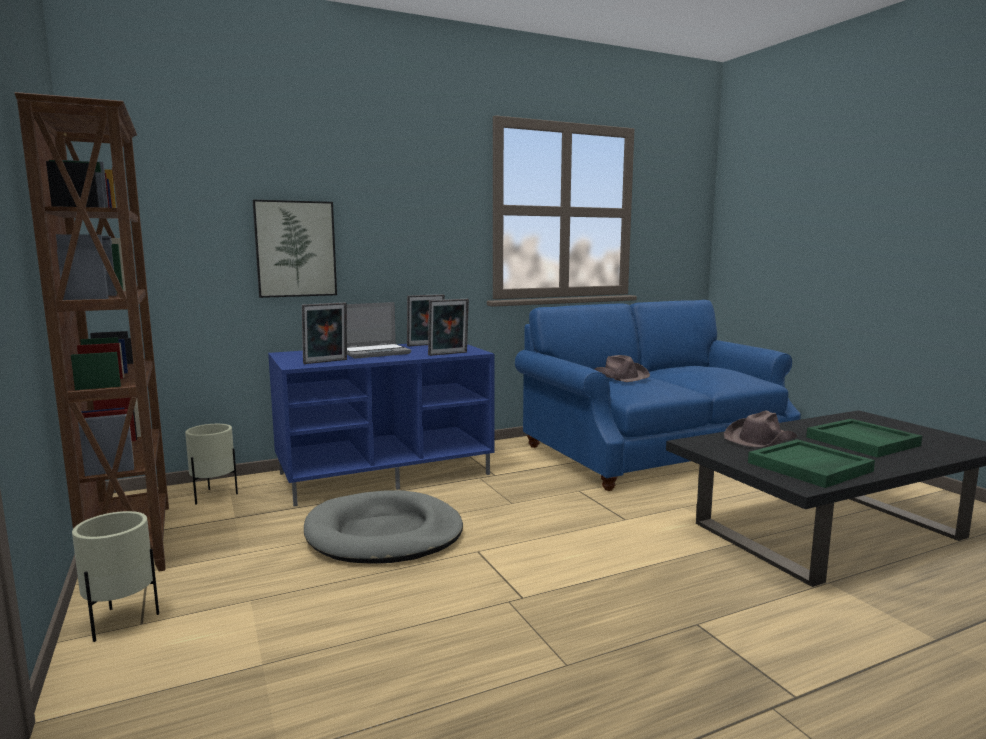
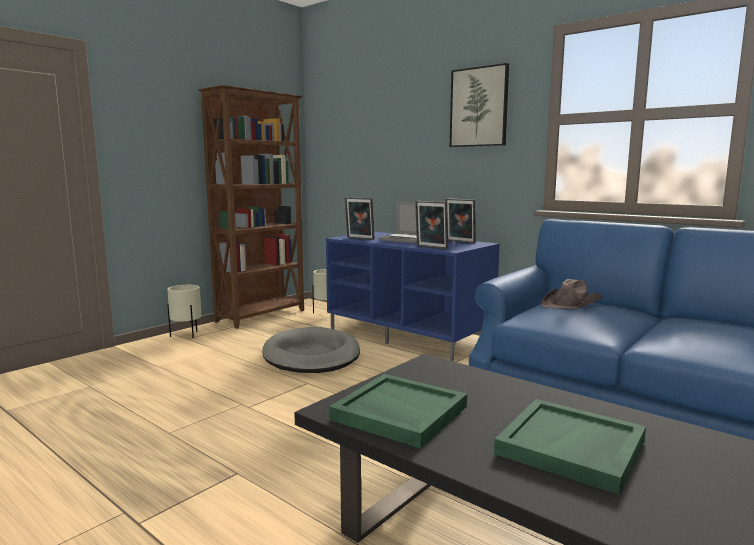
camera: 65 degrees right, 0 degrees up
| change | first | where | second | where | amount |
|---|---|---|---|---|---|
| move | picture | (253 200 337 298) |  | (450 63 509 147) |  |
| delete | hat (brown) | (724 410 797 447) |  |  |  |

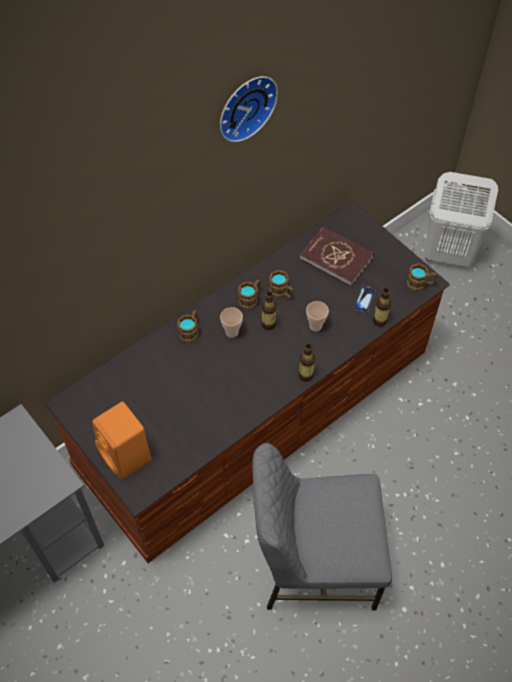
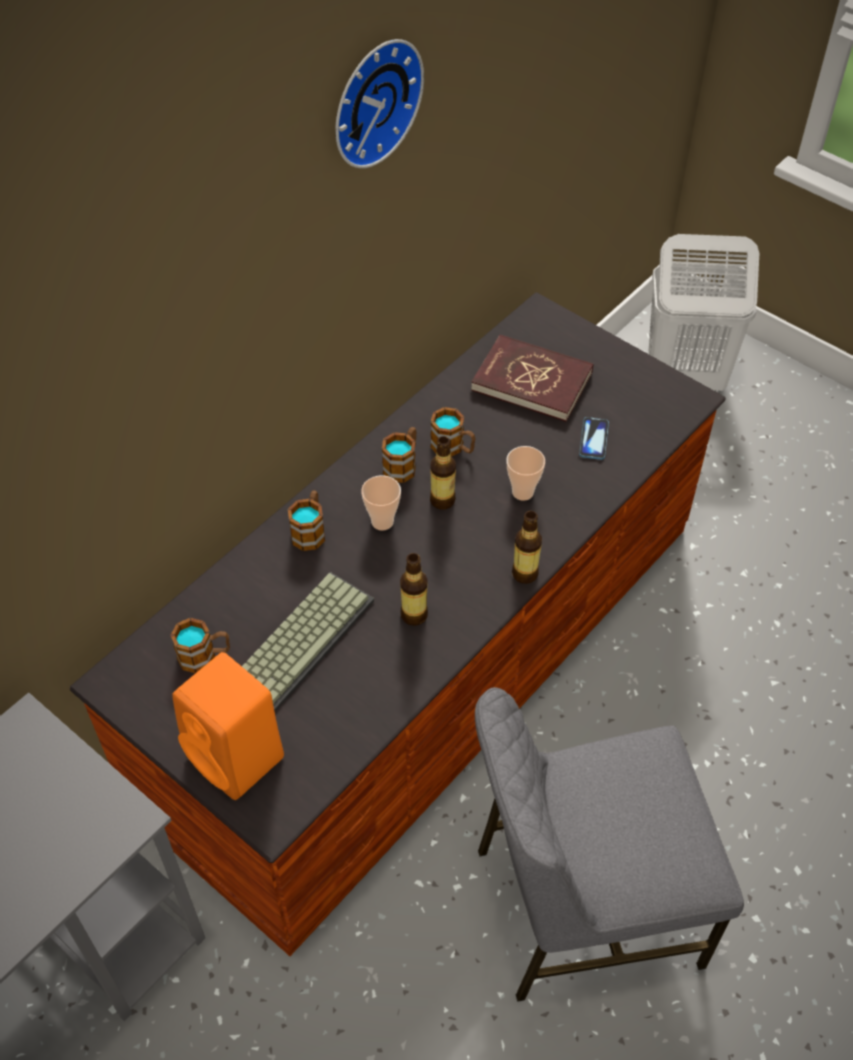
camera: 10 degrees left, 5 degrees down
| change | first | where | second | where | amount |
|---|---|---|---|---|---|
| move | mug | (406 263 437 292) |  | (170 618 230 673) |  |
| move | bottle | (373 288 391 327) |  | (400 553 428 626) |  |
| insert |  |  | keyboard | (242 572 374 712) |  |

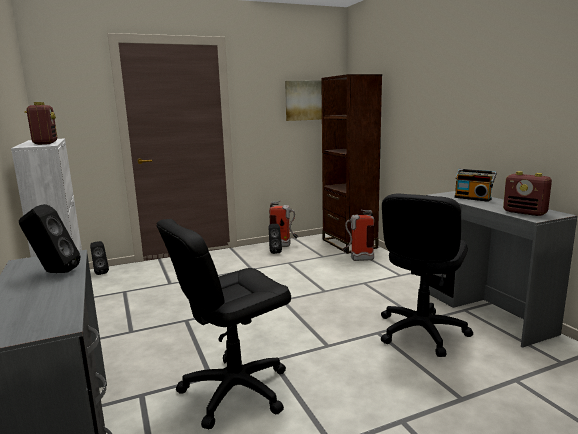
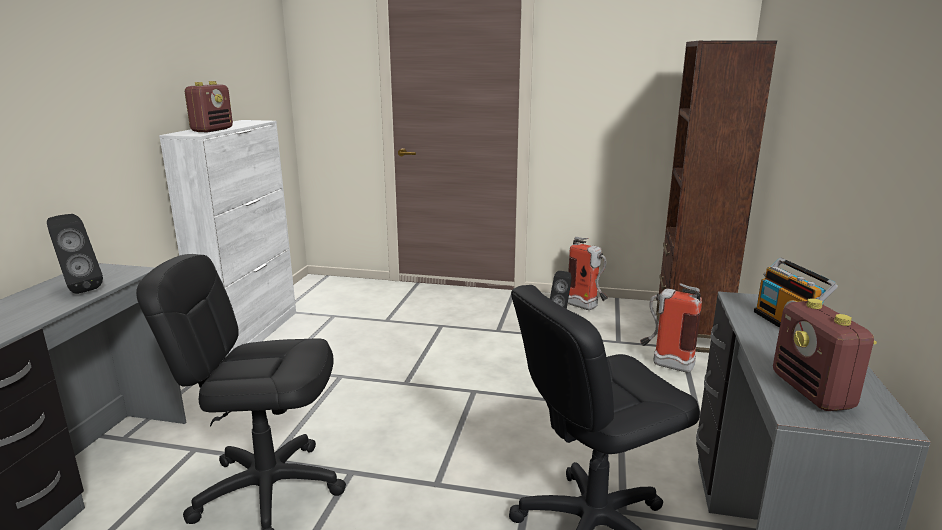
camera: 35 degrees right, 5 degrees up
| change | first | where | second | where | amount |
|---|---|---|---|---|---|
| delete | picture | (285 81 322 121) |  |  |  |
| delete | speaker (black) | (90 241 109 275) |  |  |  |

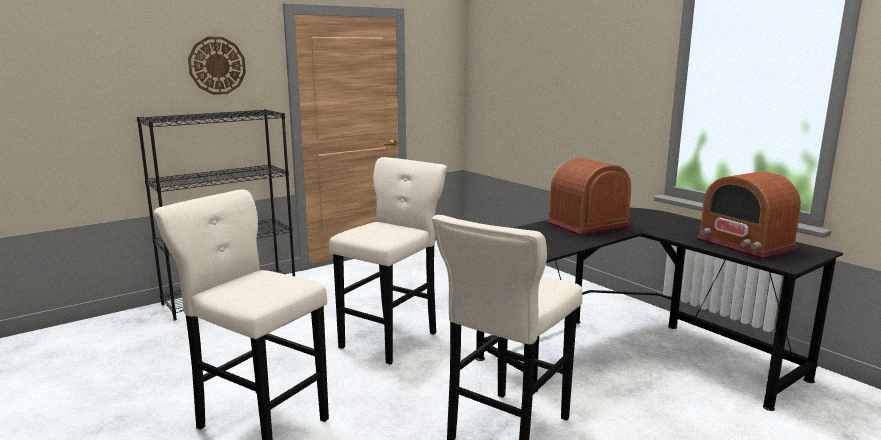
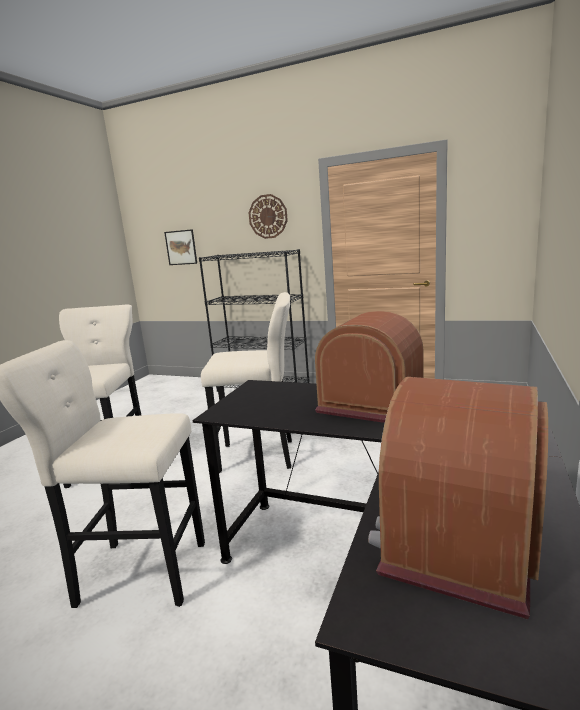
camera: 60 degrees right, 0 degrees up
| change | first | where | second | where | amount |
|---|---|---|---|---|---|
| insert |  |  | picture | (164 229 197 265) |  |

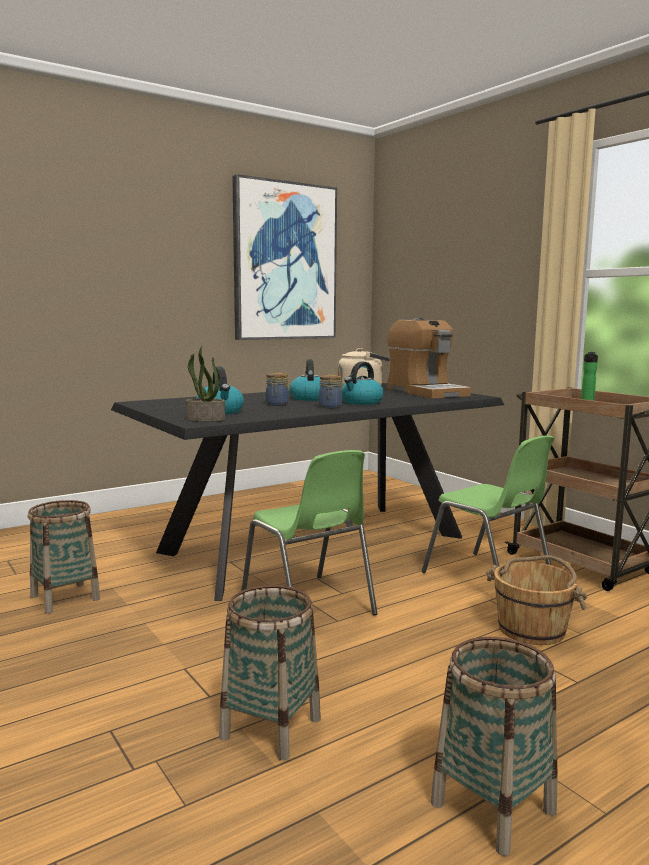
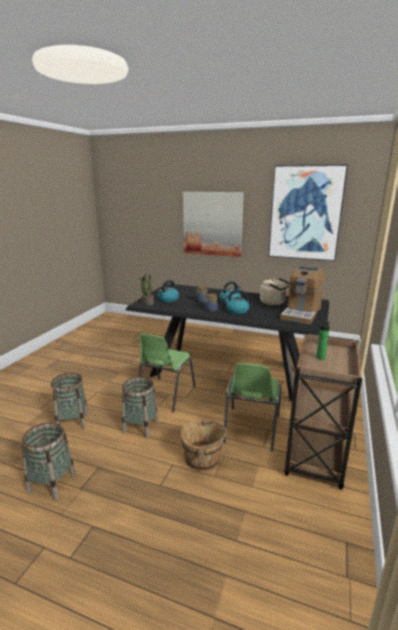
camera: 55 degrees right, 10 degrees up
| change | first | where | second | where | amount |
|---|---|---|---|---|---|
| move | basket | (28 500 100 614) |  | (122 377 158 438) |  |
| insert |  |  | picture | (183 192 244 257) |  |

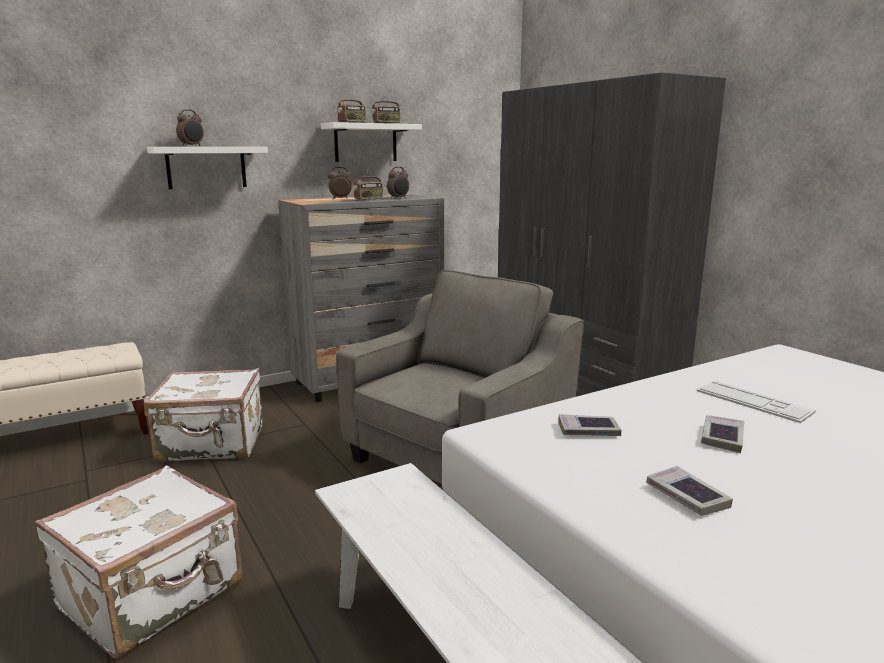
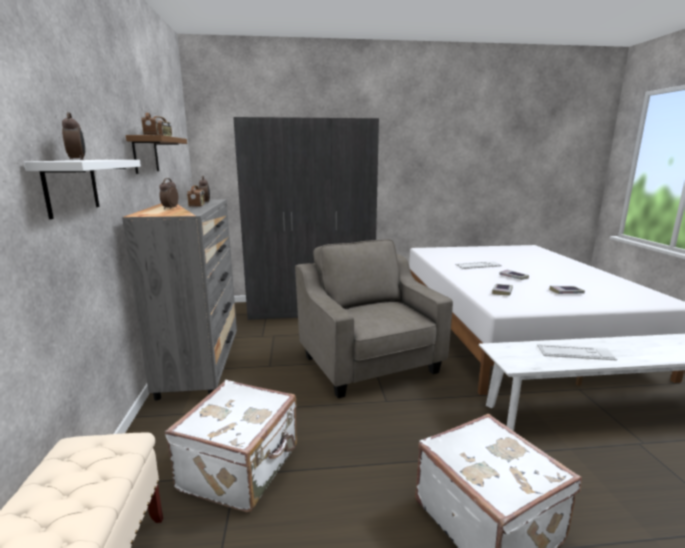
camera: 65 degrees left, 0 degrees up
| change | first | where | second | where | amount |
|---|---|---|---|---|---|
| recolor | shelf (white) | (321 122 422 162) | shelf (brown) | (126 135 187 174) |  |
| insert |  |  | keyboard | (537 344 617 361) |  |

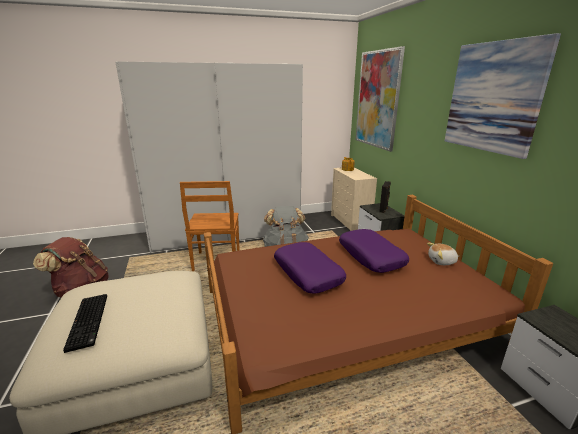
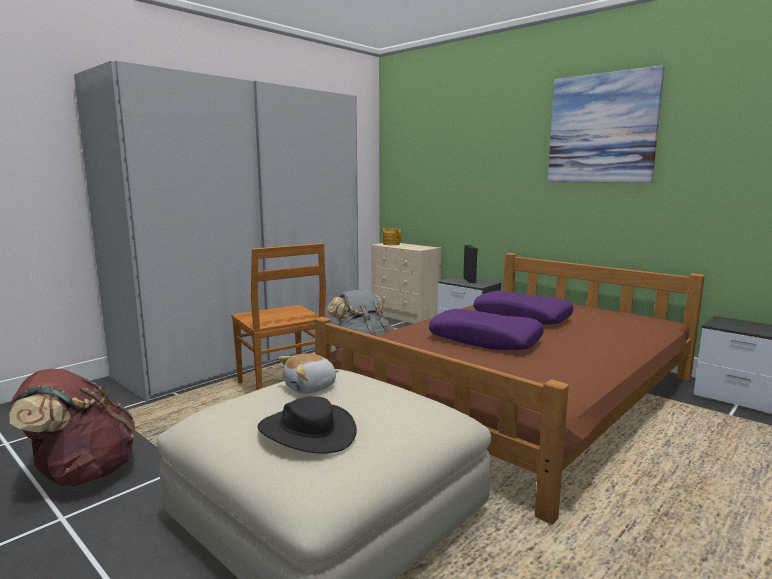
camera: 30 degrees left, 10 degrees down
| change | first | where | second | where | amount |
|---|---|---|---|---|---|
| delete | picture | (356 46 405 152) |  |  |  |
| move | plush toy | (427 243 459 265) |  | (278 353 339 394) |  |
| replace | keyboard | (63 294 107 353) | hat (black) | (257 396 357 454) |  |

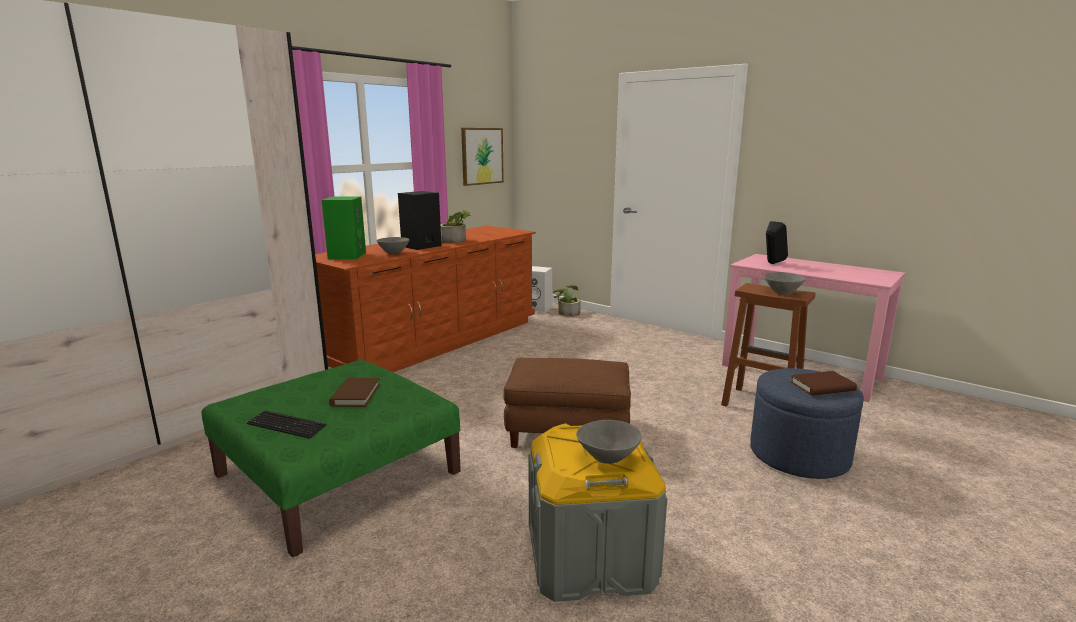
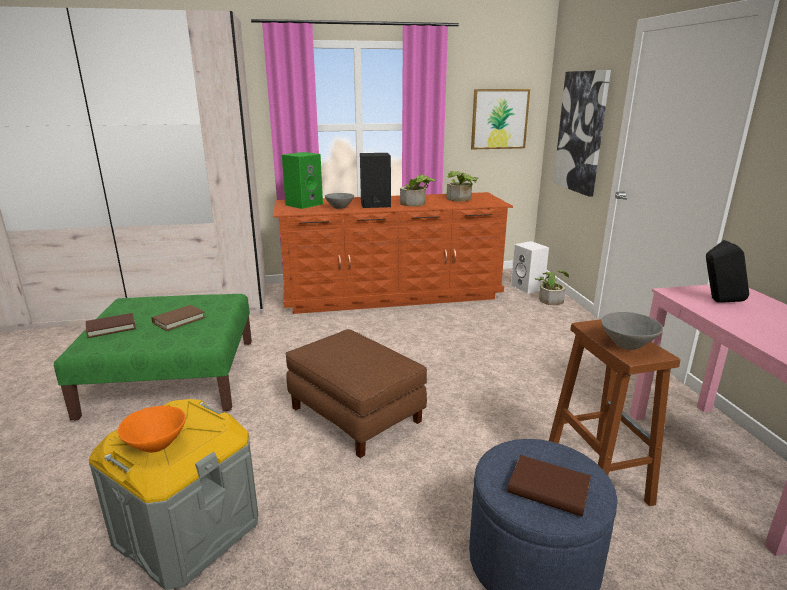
camera: 40 degrees right, 5 degrees up
| change | first | where | second | where | amount |
|---|---|---|---|---|---|
| replace | keyboard | (247 411 327 439) | book (brown) | (86 313 136 338) |  |
| recolor | bowl (grey) | (576 420 642 464) | bowl (orange) | (118 406 186 453) |  |
| insert |  |  | picture | (553 70 611 197) |  |
| insert |  |  | potted plant | (446 171 479 202) |  |

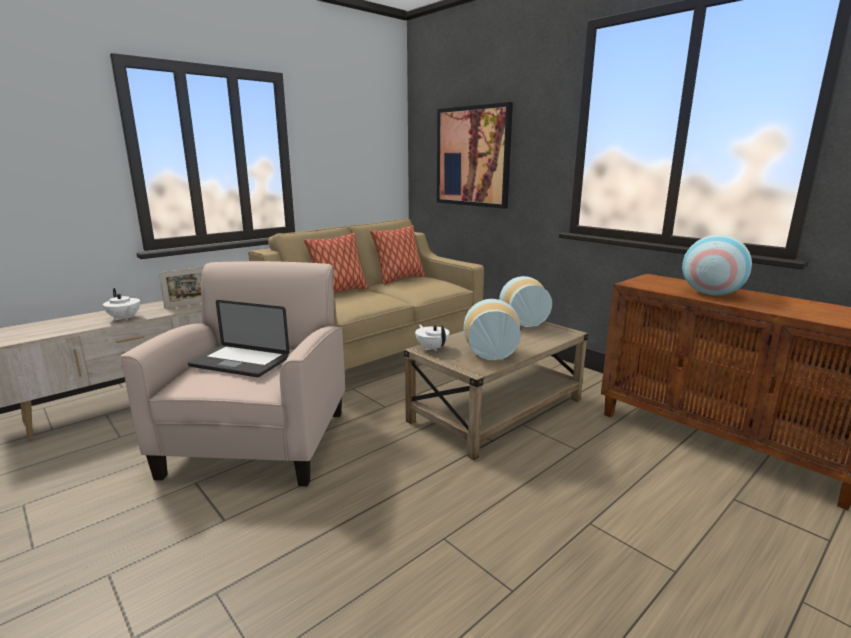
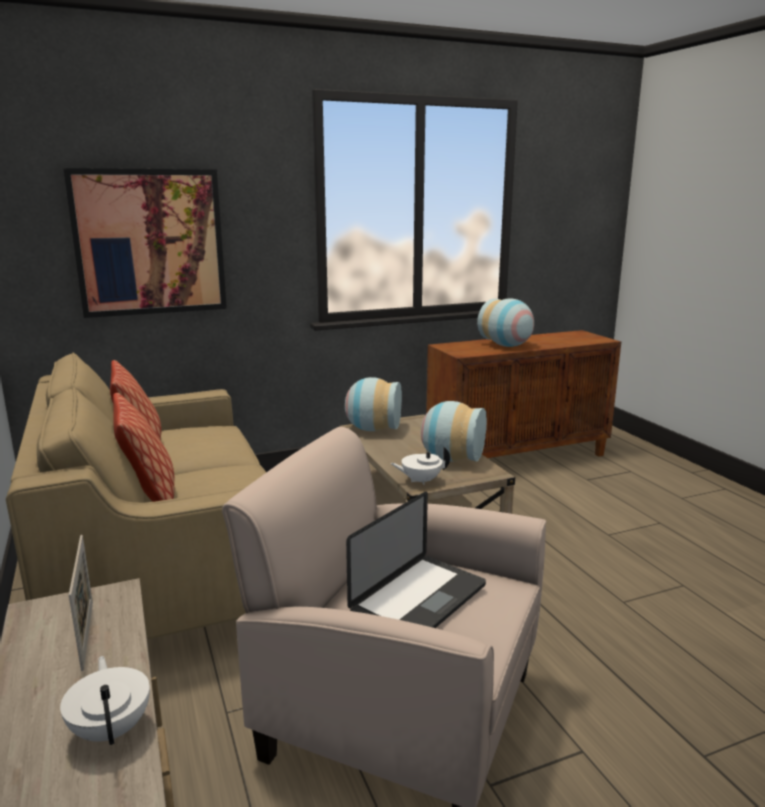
camera: 70 degrees left, 0 degrees up
| change | first | where | second | where | amount |
|---|---|---|---|---|---|
| rotate | teapot (white) | (103 288 140 320) |  | (60 656 150 745) | 90 degrees counterclockwise |

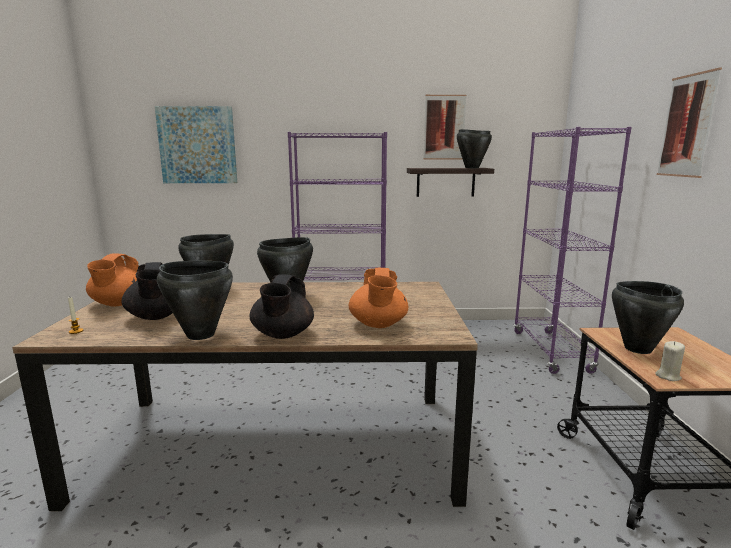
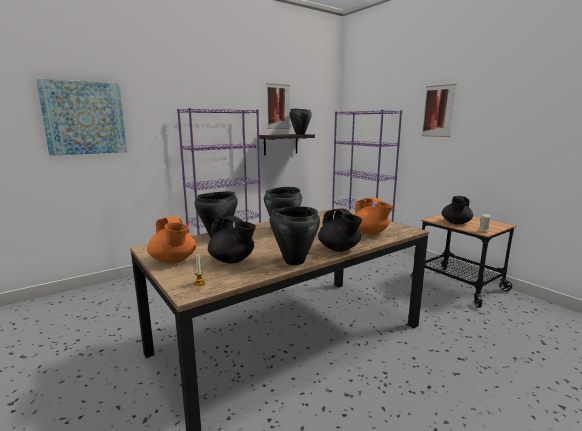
camera: 35 degrees left, 0 degrees up
| change | first | where | second | where | amount |
|---|---|---|---|---|---|
| replace | cooking pot (black) | (612 281 684 354) | teapot (black) | (442 196 473 225) |  |

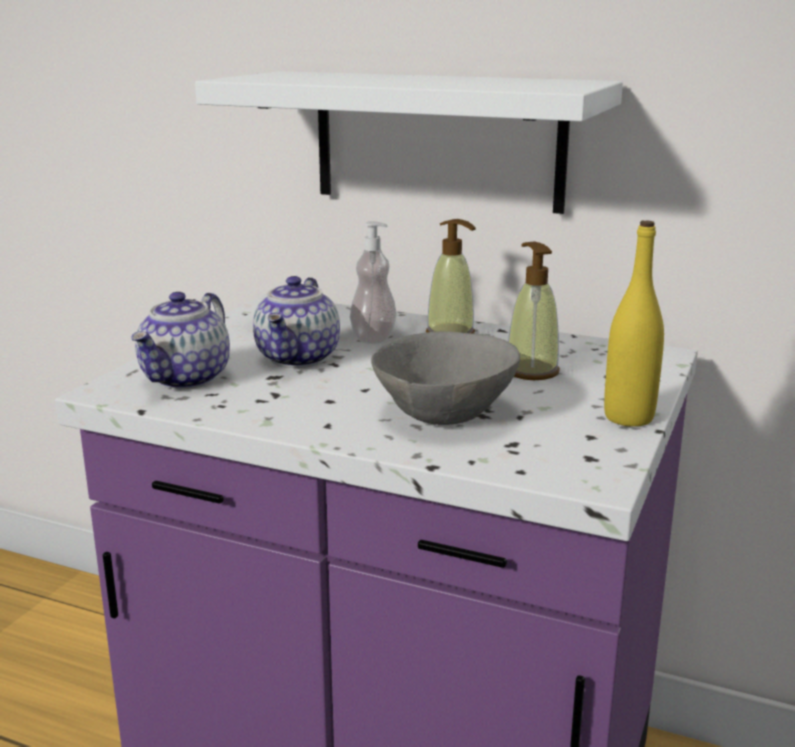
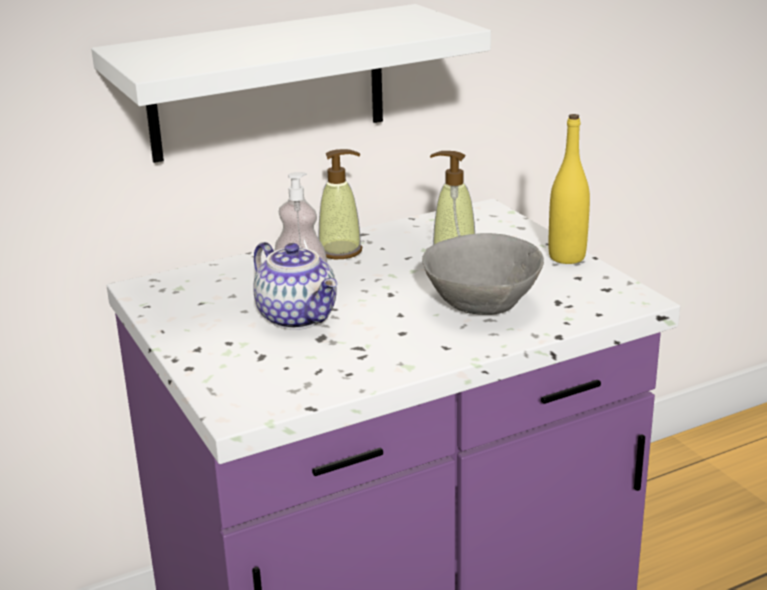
camera: 50 degrees left, 5 degrees up
| change | first | where | second | where | amount |
|---|---|---|---|---|---|
| delete | teapot | (131 292 230 389) |  |  |  |

